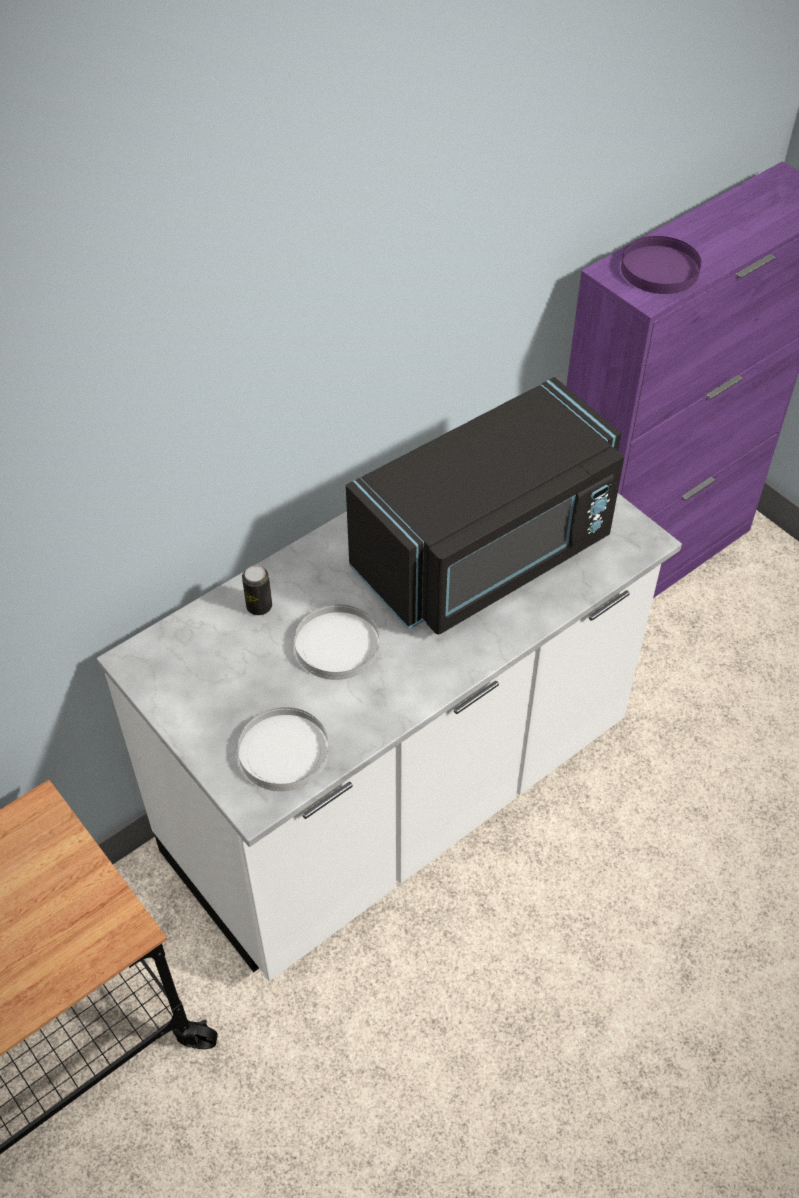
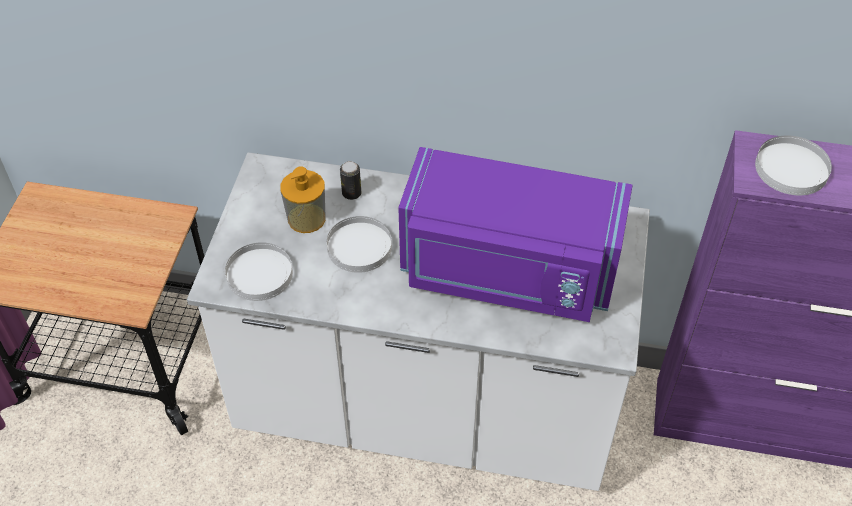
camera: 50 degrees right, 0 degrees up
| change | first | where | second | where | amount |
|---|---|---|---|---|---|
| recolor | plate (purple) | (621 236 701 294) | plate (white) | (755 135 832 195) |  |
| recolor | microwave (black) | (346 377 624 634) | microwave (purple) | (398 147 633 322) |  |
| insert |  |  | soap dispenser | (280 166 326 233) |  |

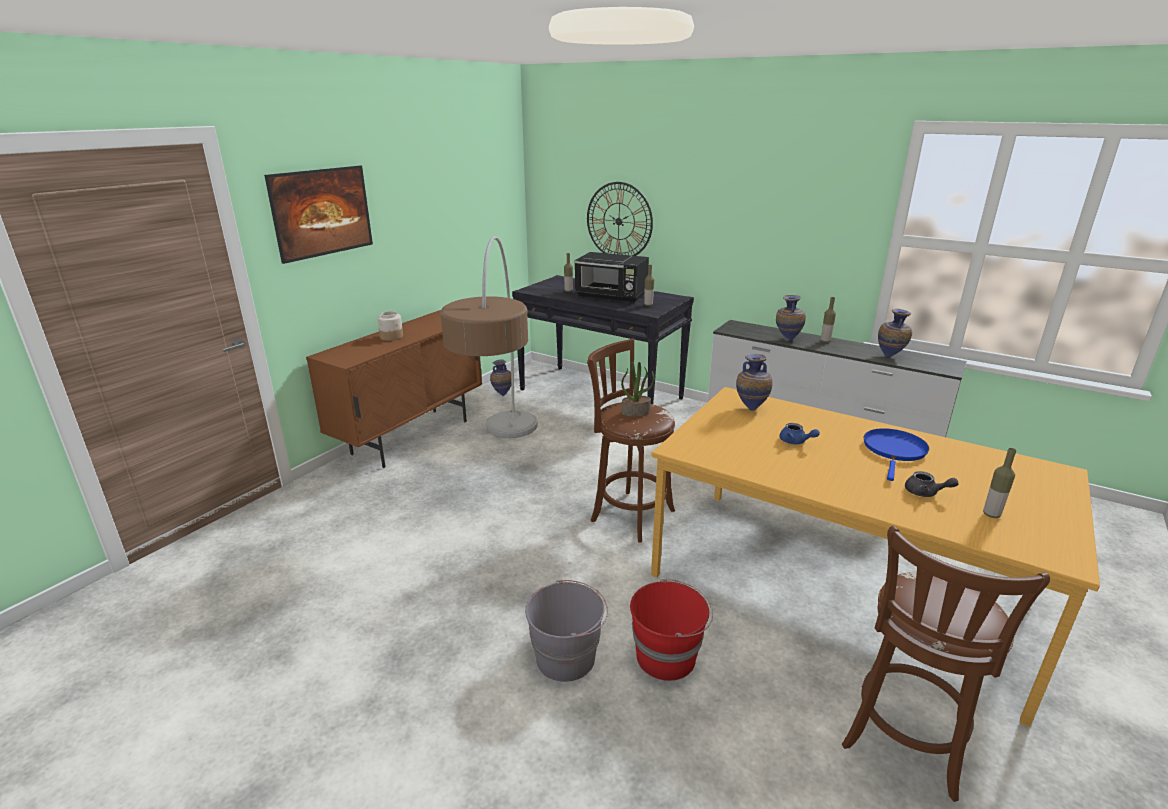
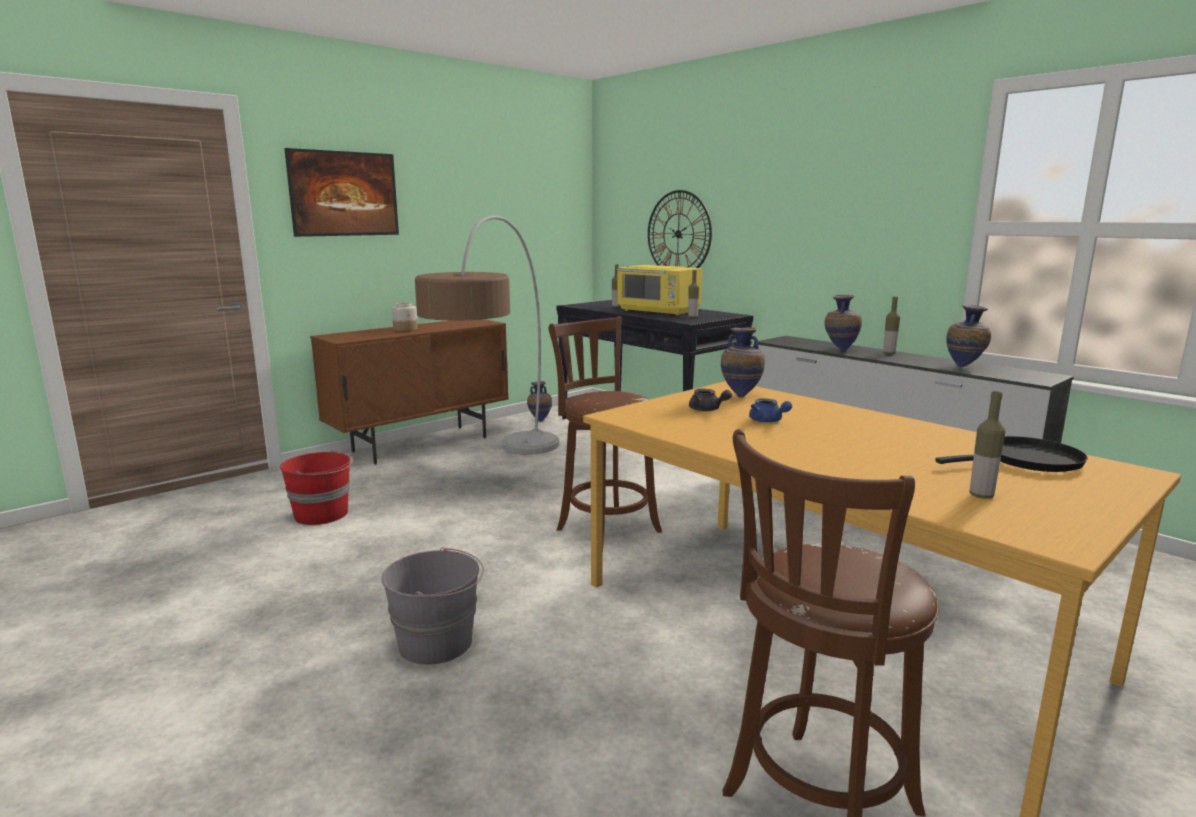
camera: 15 degrees right, 10 degrees down
| change | first | where | second | where | amount |
|---|---|---|---|---|---|
| recolor | microwave (black) | (574 252 649 303) | microwave (yellow) | (616 265 703 316) |  |
| delete | potted plant | (621 361 654 417) |  |  |  |
| delete | frying pan (blue) | (864 428 929 481) |  |  |  |
| move | teapot (grey) | (905 471 959 497) |  | (689 389 732 411) |  |
| move | bucket (red) | (630 579 713 681) |  | (280 450 354 525) |  |
| insert |  |  | frying pan (black) | (935 436 1088 472) |  |

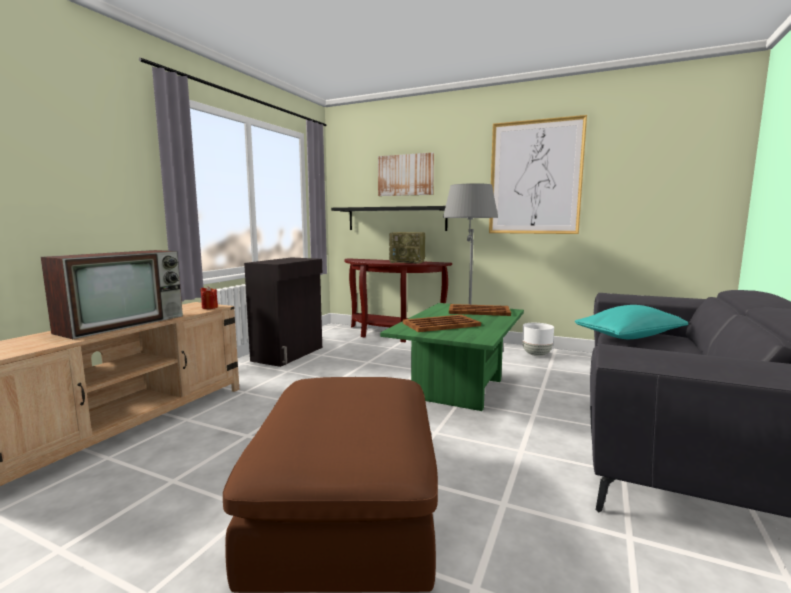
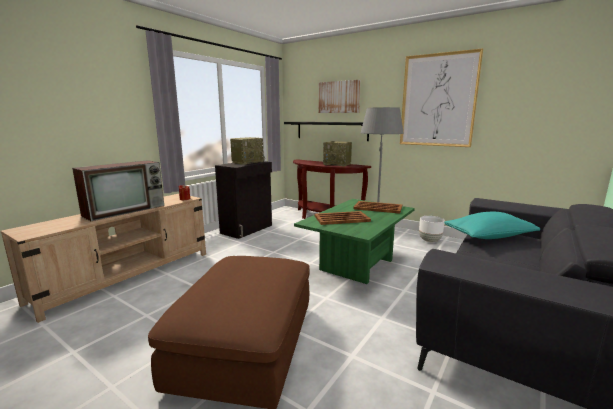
camera: 10 degrees right, 5 degrees up
| change | first | where | second | where | amount |
|---|---|---|---|---|---|
| insert |  |  | radio | (230 137 265 165) |  |

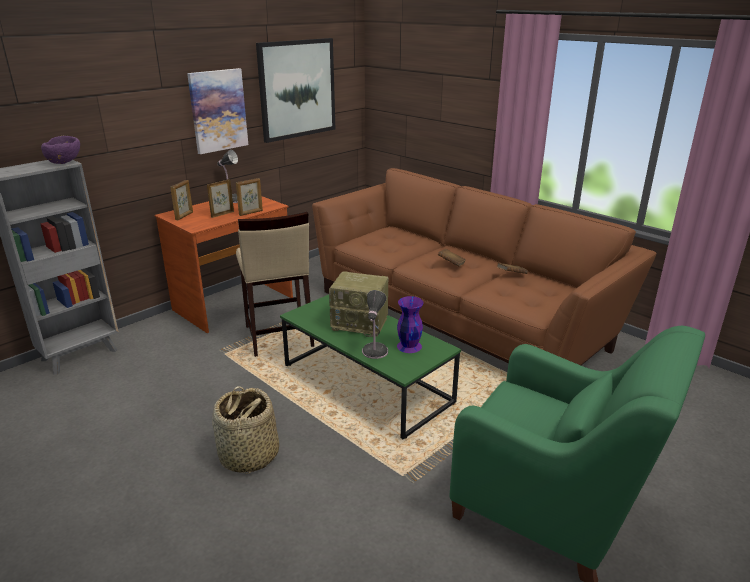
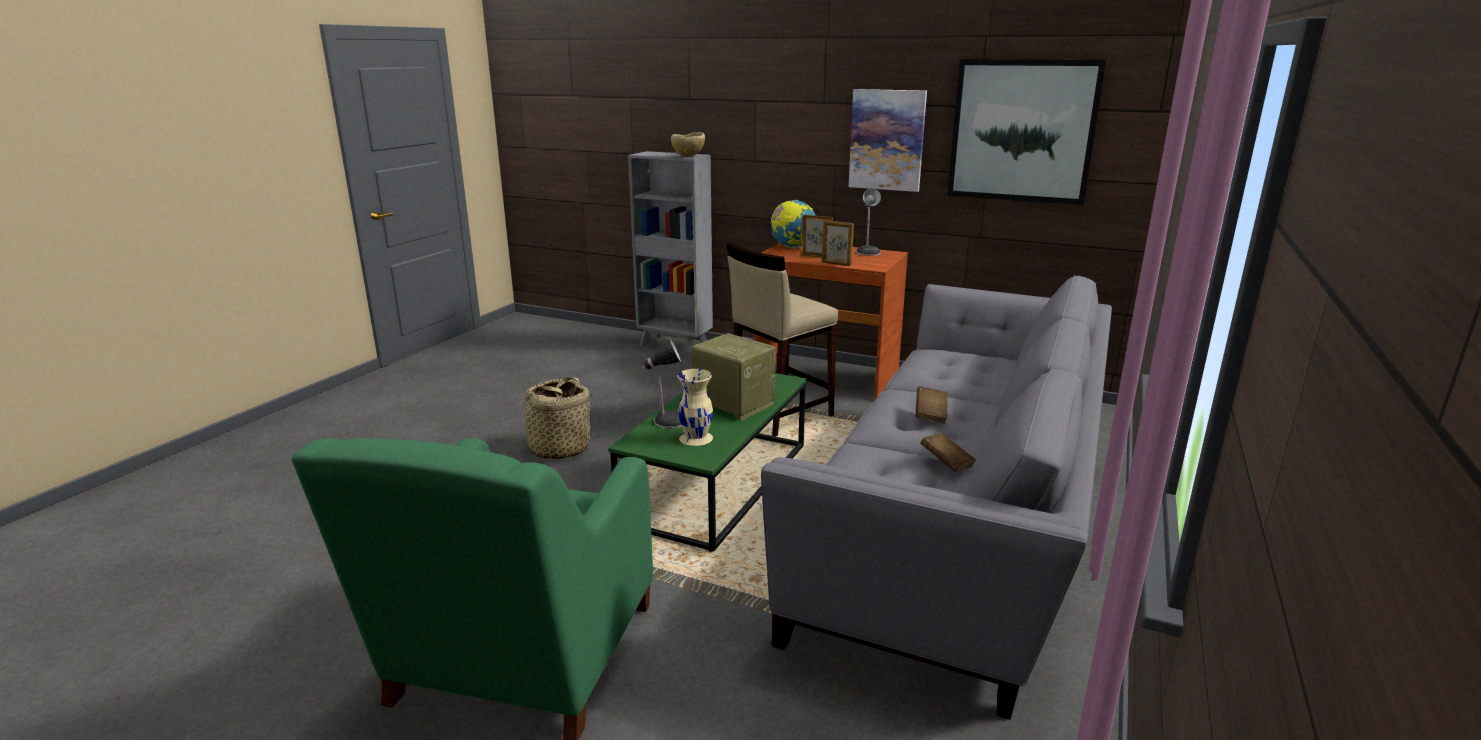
camera: 70 degrees right, 5 degrees down
| change | first | where | second | where | amount |
|---|---|---|---|---|---|
| recolor | bowl (purple) | (41 136 80 164) | bowl (beige) | (671 132 705 157) |  |
| recolor | sofa (brown) | (312 168 657 365) | sofa (grey) | (761 275 1112 720) |  |
| replace | picture frame | (170 180 193 220) | globe | (771 200 816 249) |  |
| rotate | radio | (329 271 389 337) |  | (691 333 776 421) | 135 degrees clockwise |
| recolor | vase (purple) | (397 296 424 353) | vase (beige) | (678 369 713 446) |  |

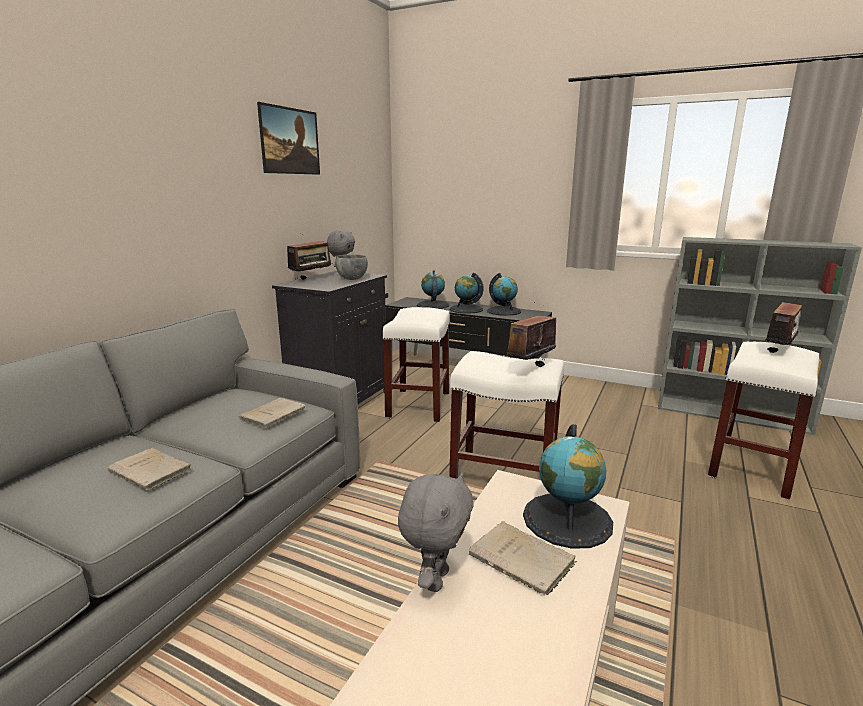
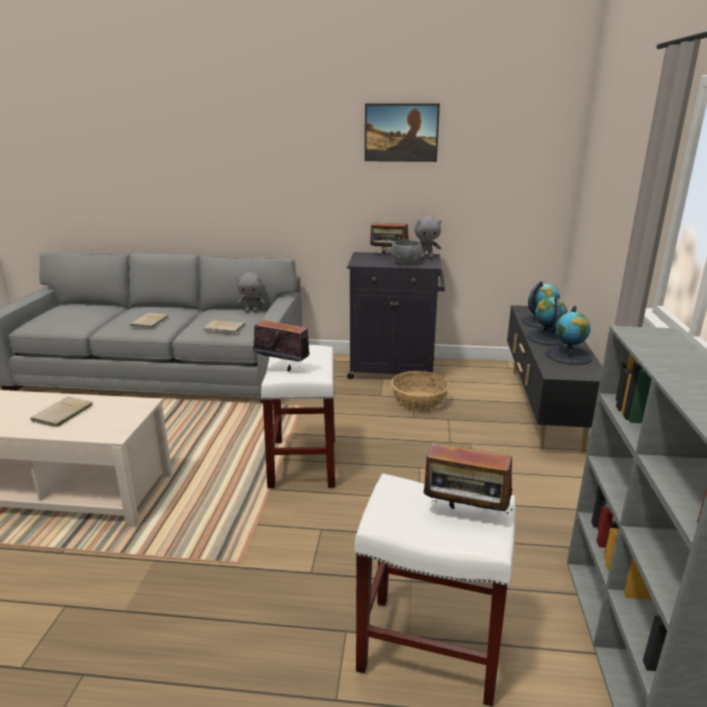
camera: 70 degrees right, 5 degrees up
| change | first | where | second | where | amount |
|---|---|---|---|---|---|
| replace | stool (white) | (382 307 450 422) | basket | (391 371 449 412) |  |
| delete | globe | (523 424 613 549) |  |  |  |
| move | plush toy (grey) | (398 472 474 592) |  | (237 272 265 312) |  |

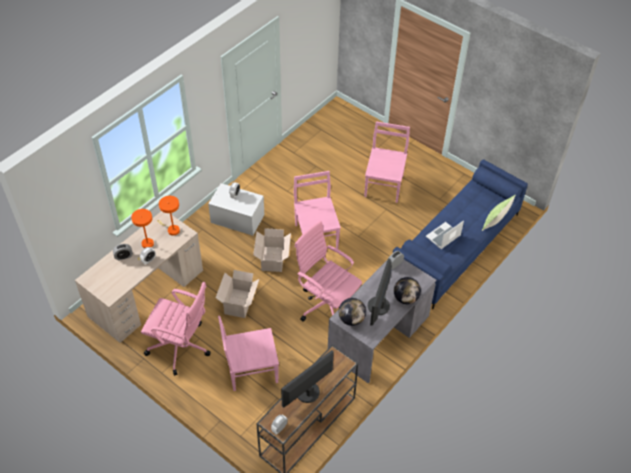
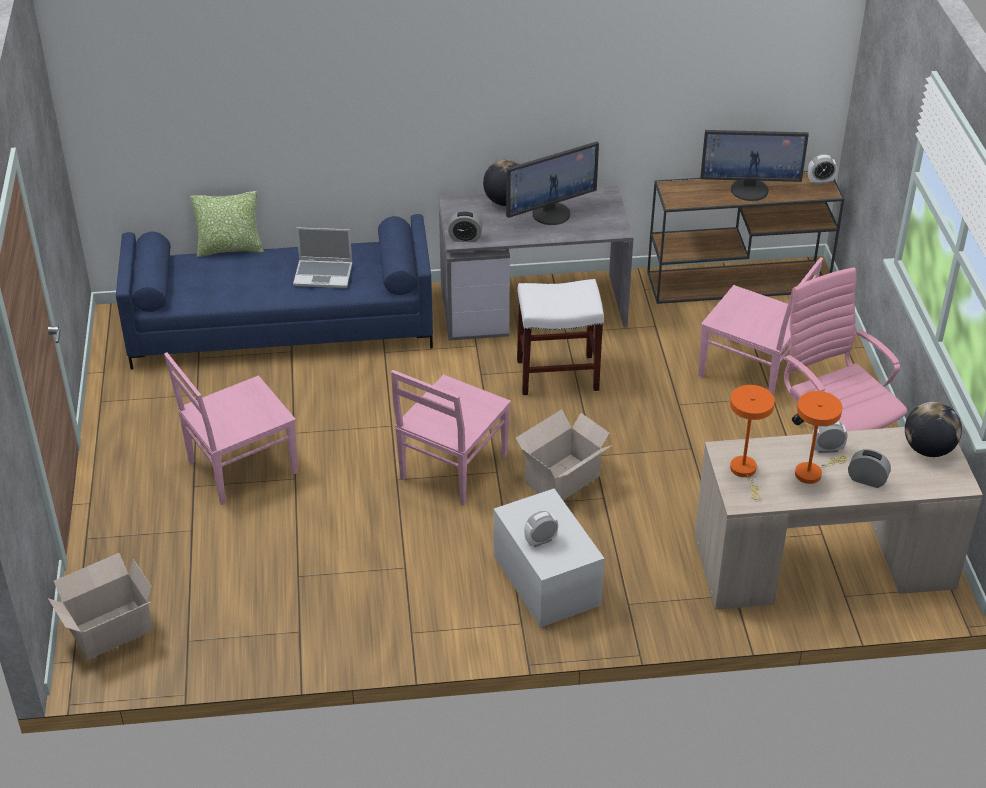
camera: 135 degrees left, 10 degrees down
| change | first | where | second | where | amount |
|---|---|---|---|---|---|
| replace | office chair (pink) | (295 221 362 321) | stool (white) | (517 279 604 396) |  |
| move | cardboard box | (216 270 259 318) |  | (48 553 153 660) |  |
| move | globe | (338 298 366 326) |  | (905 402 962 457) |  |

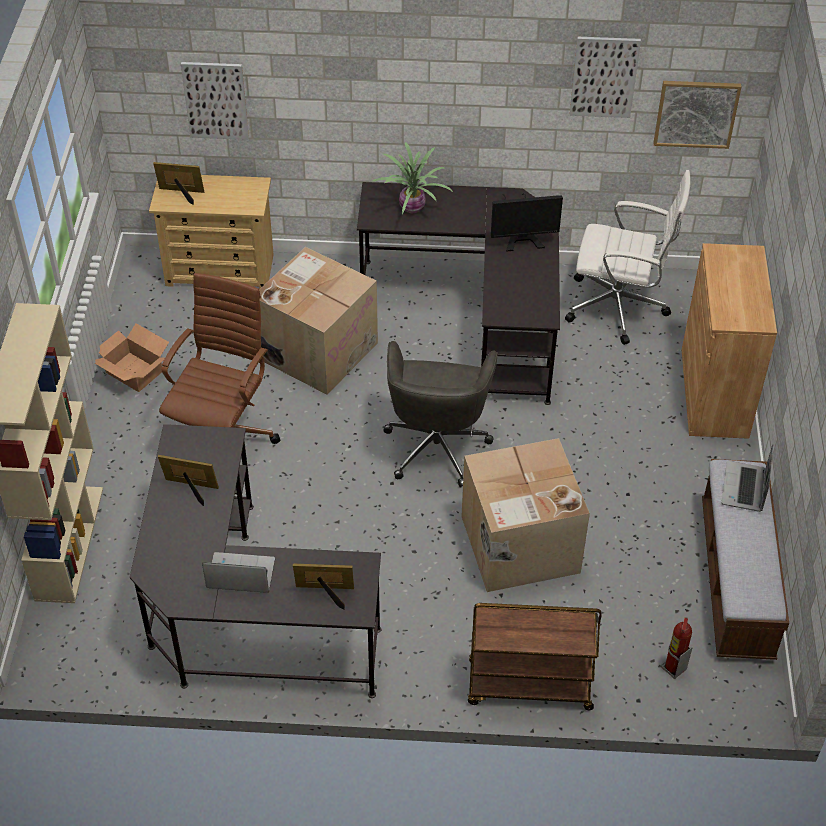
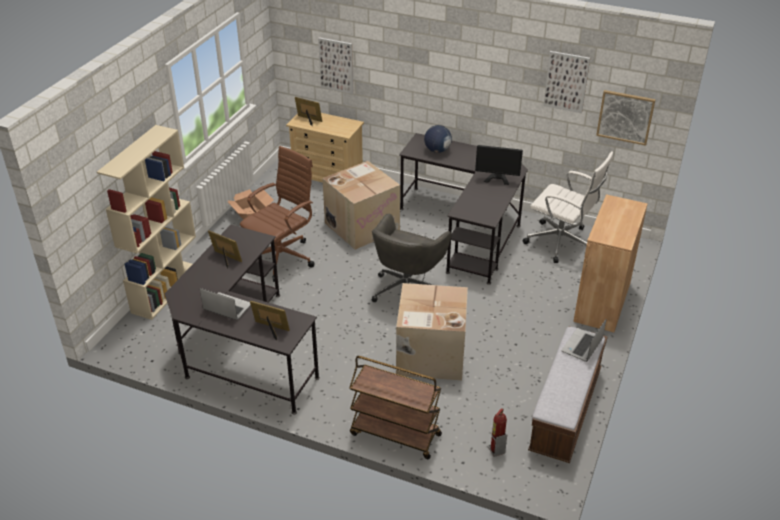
camera: 20 degrees right, 10 degrees down
| change | first | where | second | where | amount |
|---|---|---|---|---|---|
| replace | potted plant | (373 142 453 215) | globe | (424 125 452 153) |  |

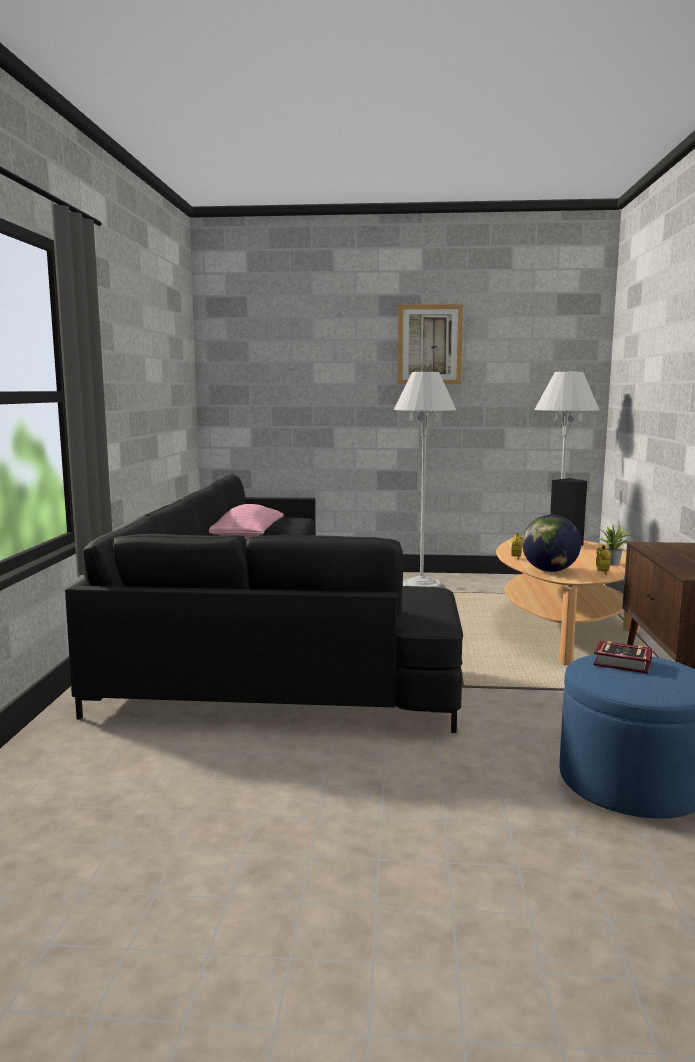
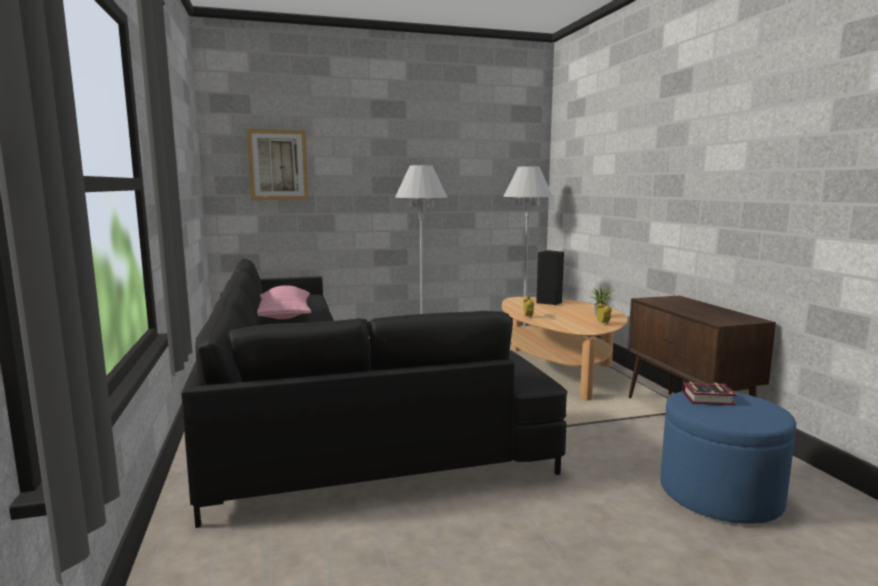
camera: 20 degrees left, 0 degrees up
| change | first | where | second | where | amount |
|---|---|---|---|---|---|
| move | picture | (398 304 463 384) |  | (247 129 309 200) |  |
| delete | globe | (522 515 581 572) |  |  |  |

